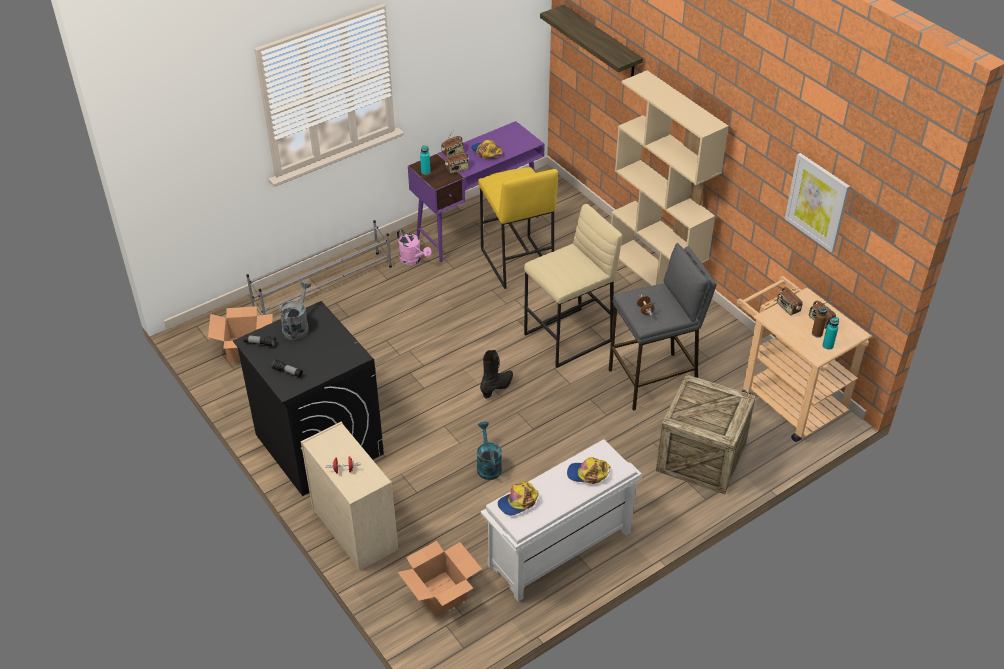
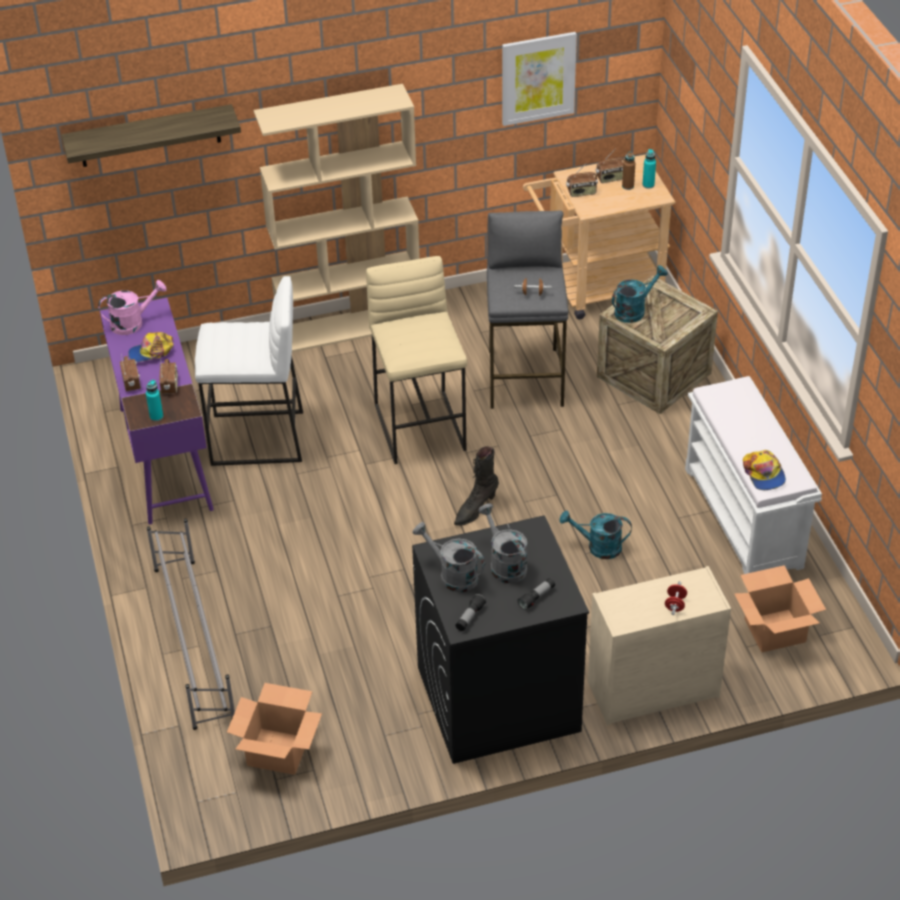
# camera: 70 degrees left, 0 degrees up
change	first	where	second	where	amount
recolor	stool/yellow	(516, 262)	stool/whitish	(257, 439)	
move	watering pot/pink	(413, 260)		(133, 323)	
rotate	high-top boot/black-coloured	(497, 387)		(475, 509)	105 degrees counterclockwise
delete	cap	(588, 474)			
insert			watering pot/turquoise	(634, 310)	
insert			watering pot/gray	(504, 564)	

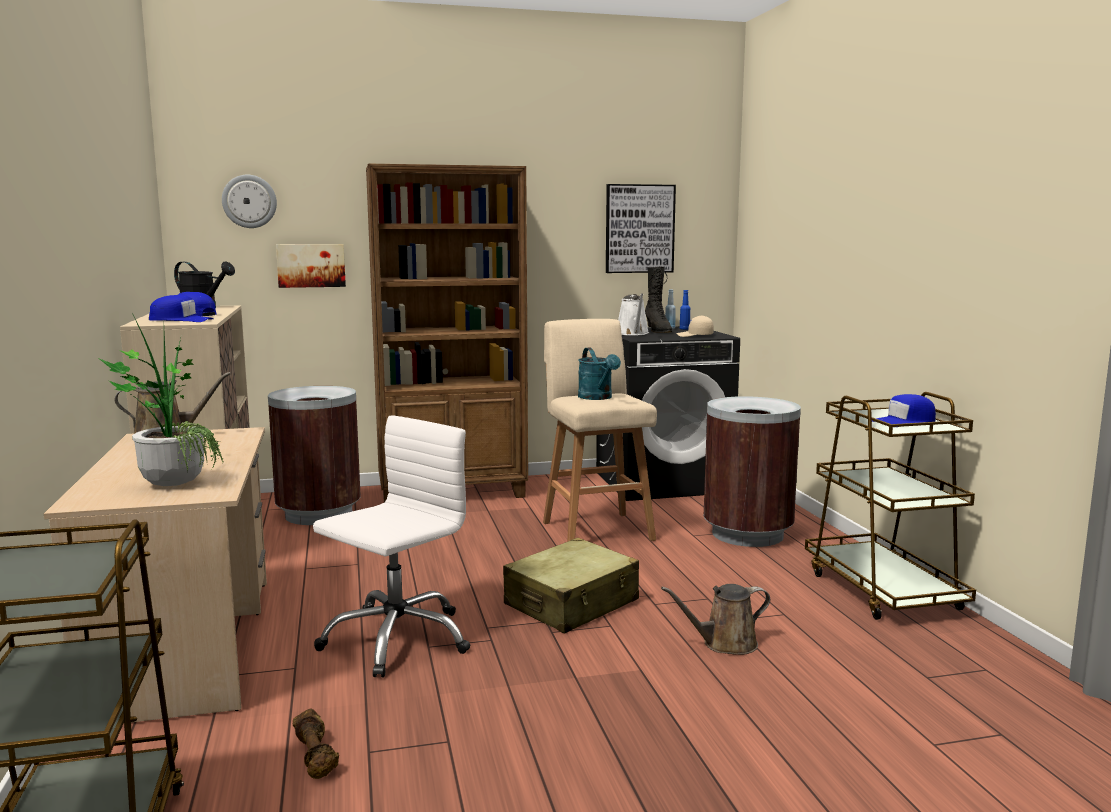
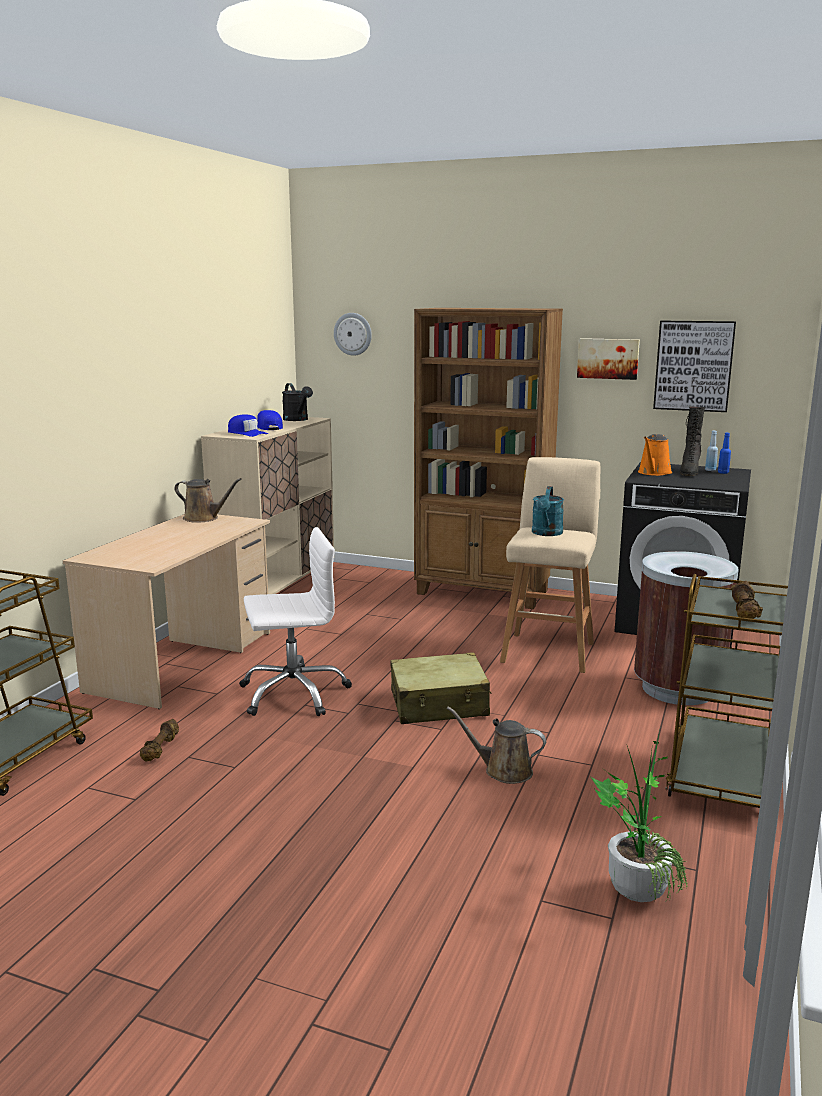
# camera: 35 degrees right, 5 degrees up
change	first	where	second	where	amount
move	wall art	(311, 265)		(608, 358)	
recolor	watering pot/whitish	(633, 334)	watering pot/orangey	(653, 473)	
move	plant in a pot	(171, 481)		(635, 885)	
delete	cap/beige-coloured	(695, 336)			
delete	waste bin/brown-coloured	(319, 514)			
replace	cap/blue-coloured	(904, 422)	dumbbell/brown-coloured	(744, 611)	

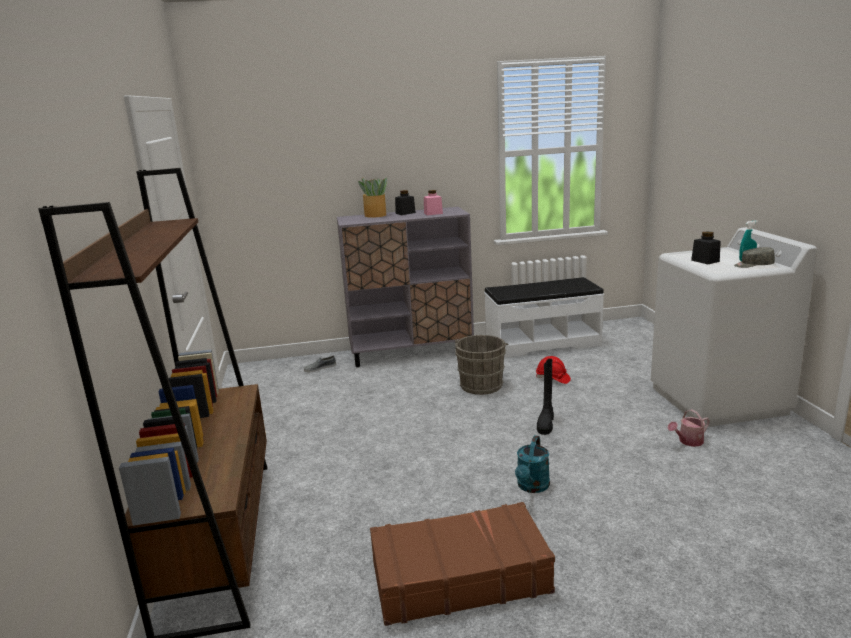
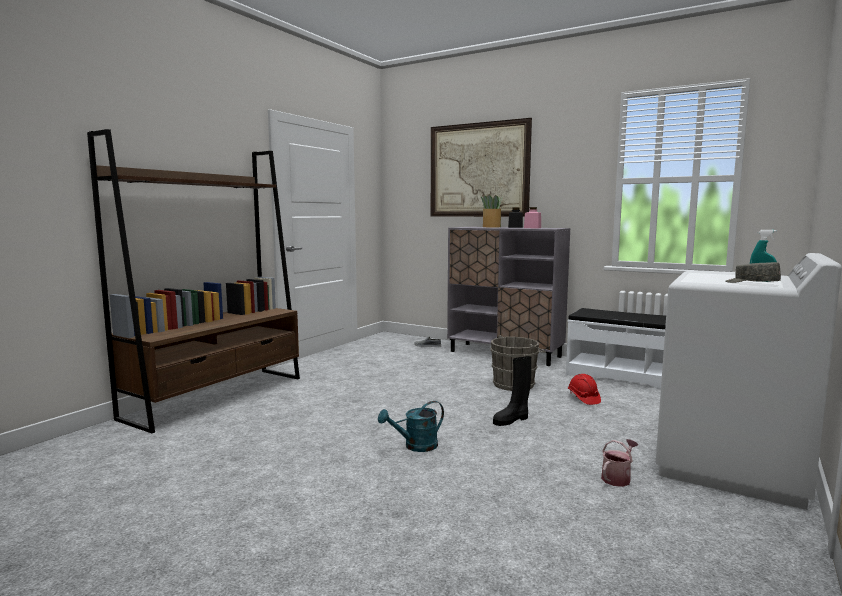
# camera: 40 degrees right, 10 degrees down
change	first	where	second	where	amount
delete	jar/black-coloured	(705, 261)			
rotate	watering pot	(688, 441)		(617, 478)	120 degrees clockwise
delete	piece of luggage/brown-coloured	(459, 576)			
insert			wall art	(478, 170)	

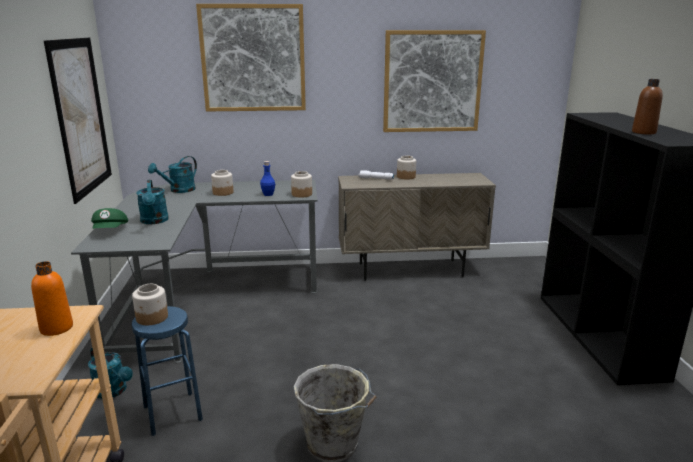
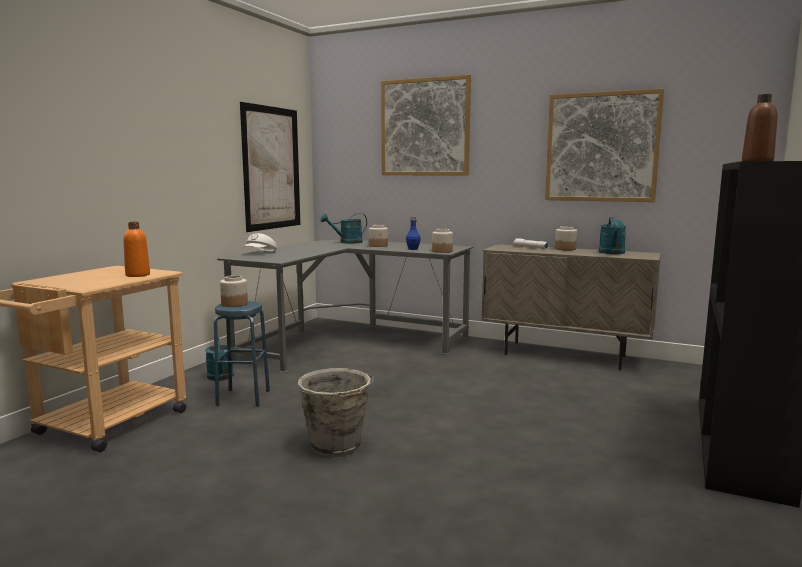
# camera: 30 degrees right, 10 degrees down
change	first	where	second	where	amount
move	watering pot/turquoise	(154, 221)		(612, 253)	
recolor	cap/green-coloured	(111, 230)	cap/whitish	(260, 253)	

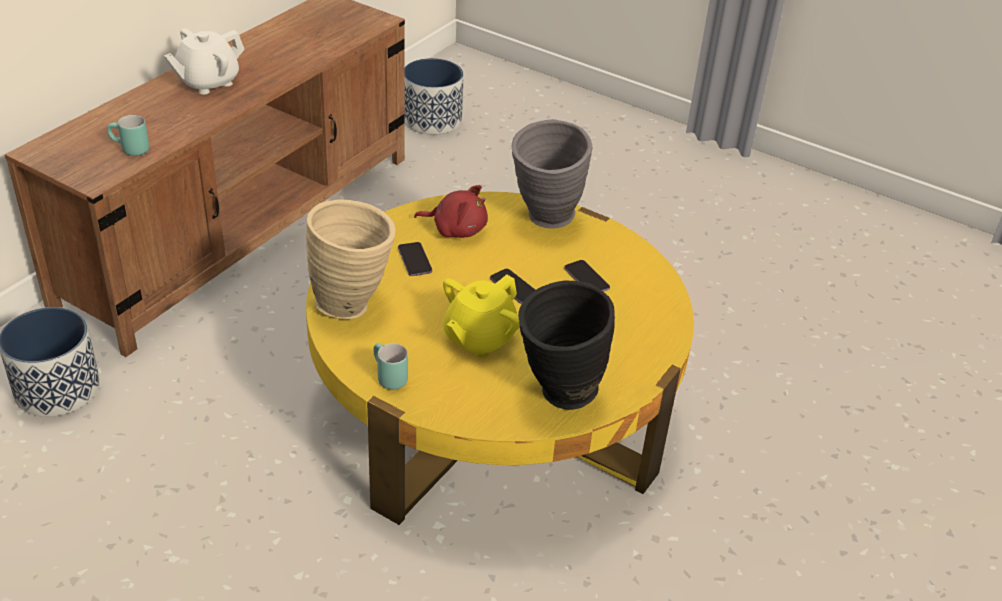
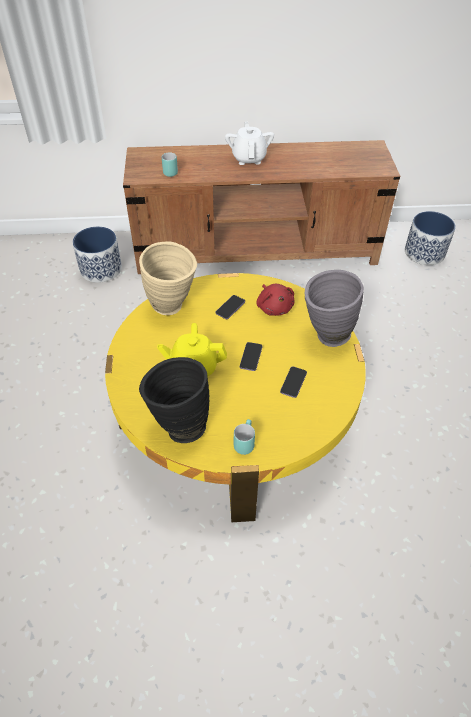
# camera: 55 degrees right, 10 degrees up
change	first	where	second	where	amount
rotate	teapot/whitish	(207, 82)		(249, 158)	75 degrees clockwise
move	coffee mug/turquoise	(387, 378)		(243, 442)	

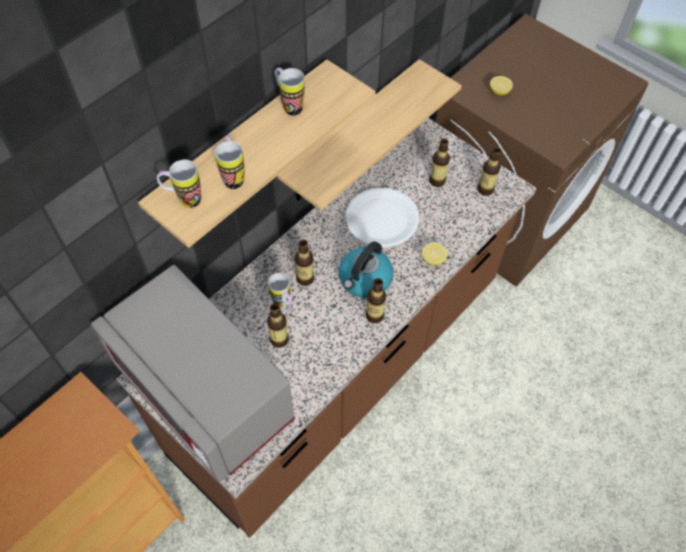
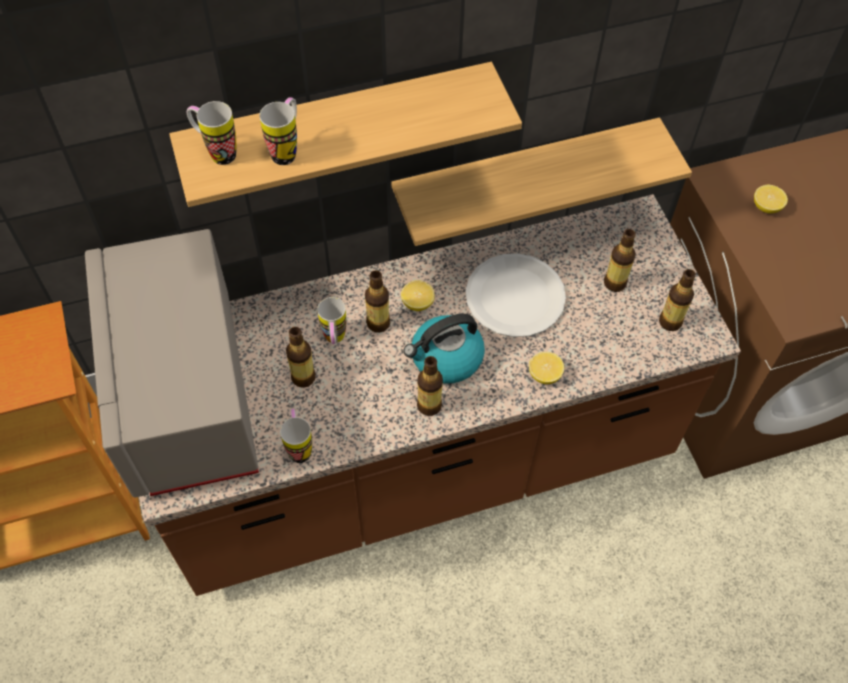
# camera: 30 degrees right, 0 degrees up
change	first	where	second	where	amount
move	coffee mug	(289, 105)		(299, 446)	
insert			lemon	(417, 303)	

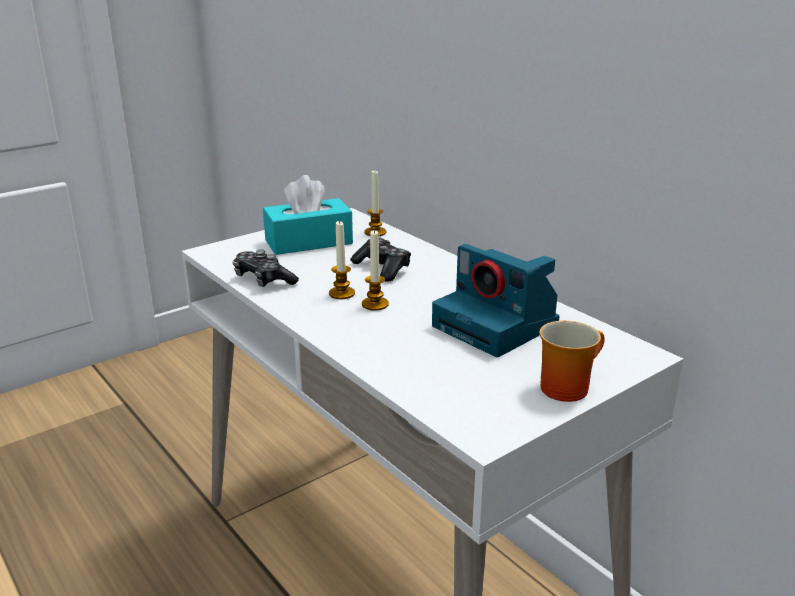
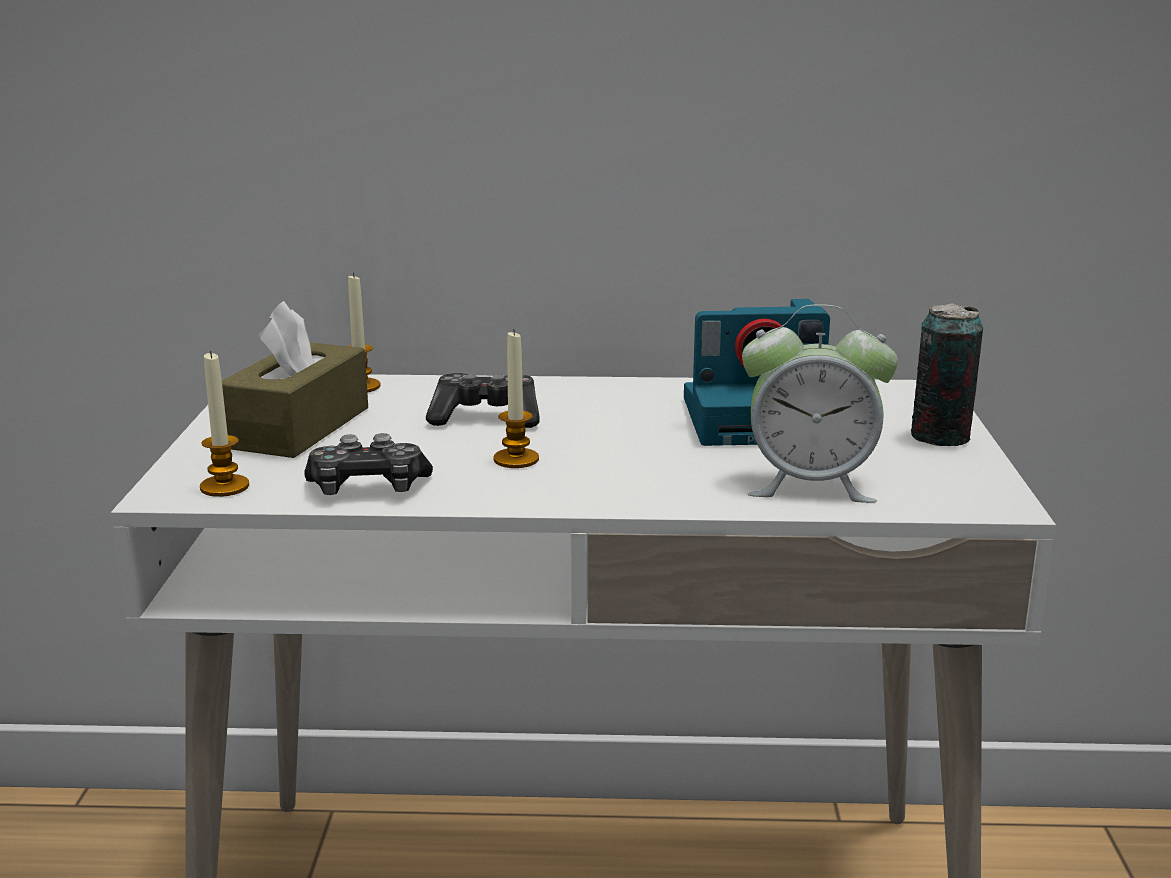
# camera: 50 degrees left, 5 degrees down
change	first	where	second	where	amount
recolor	tissue holder/turquoise	(308, 242)	tissue holder/brown-coloured	(298, 427)	
move	wax candle	(375, 304)		(224, 487)	
replace	coffee mug	(565, 385)	metal can	(940, 437)	
insert			bedside clock	(811, 485)	

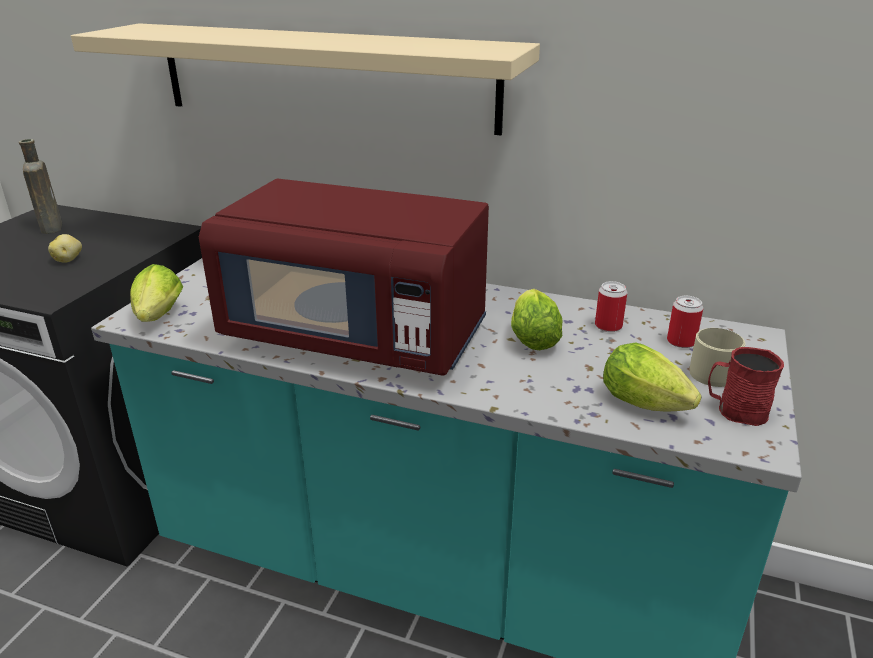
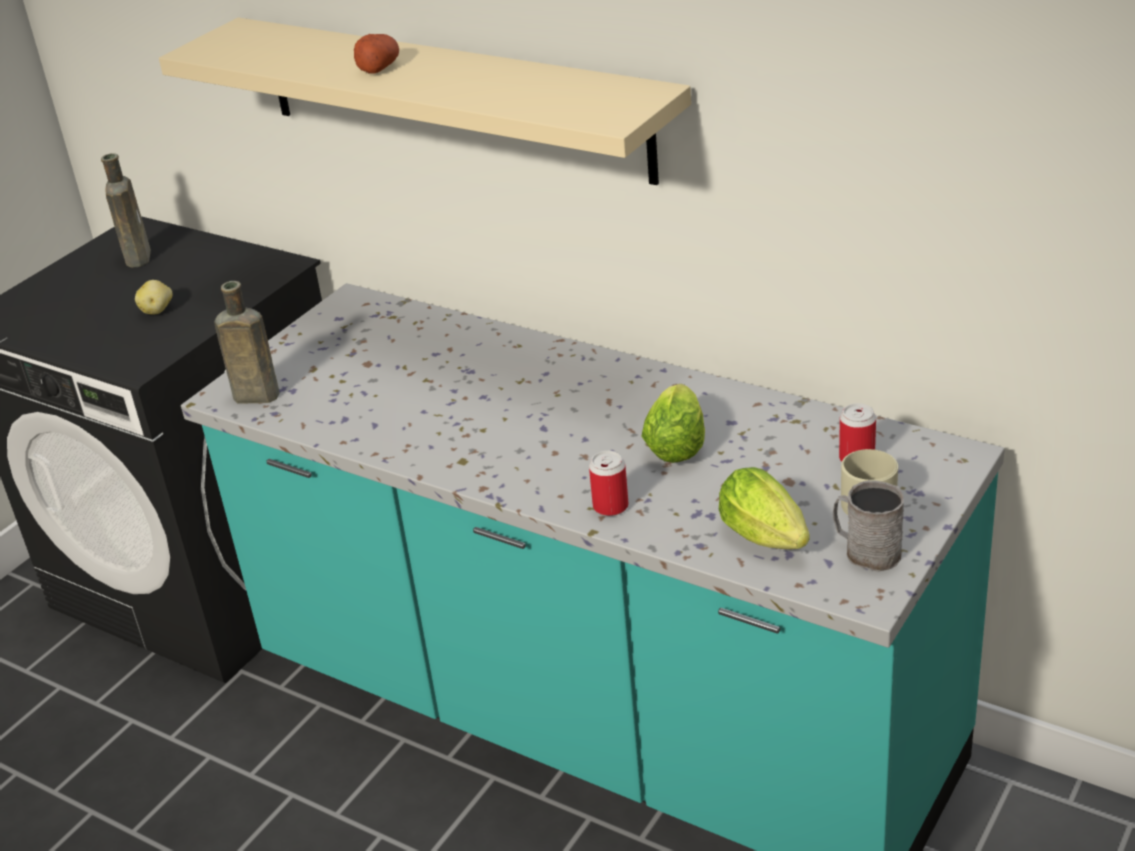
# camera: 15 degrees right, 5 degrees up
change	first	where	second	where	amount
delete	microwave oven/red-coloured	(357, 336)			
replace	head of lettuce	(158, 318)	bottle/brown-coloured	(253, 396)	
move	metal can	(608, 326)		(610, 506)	
recolor	coffee mug/red-coloured	(735, 410)	coffee mug/gray	(866, 551)	
insert			whole potato	(378, 67)	

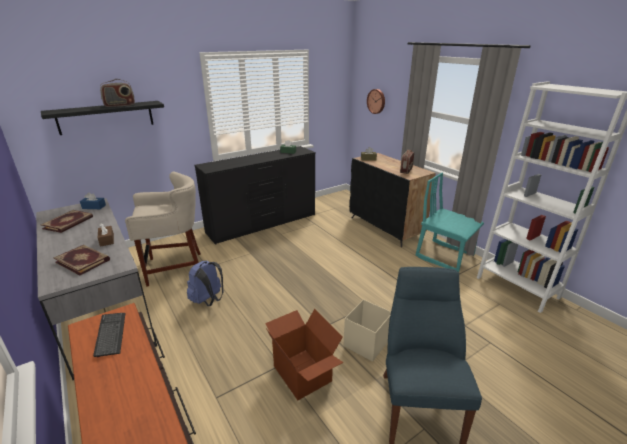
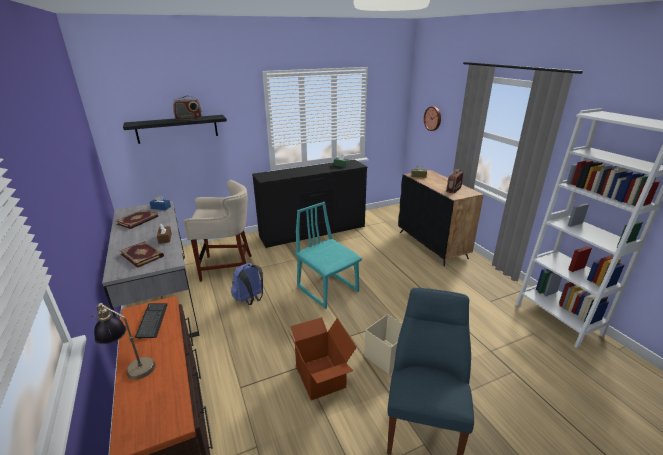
# camera: 10 degrees right, 0 degrees up
change	first	where	second	where	amount
move	upright chair/turquoise	(445, 256)		(328, 289)	
insert			table lamp	(131, 366)	

